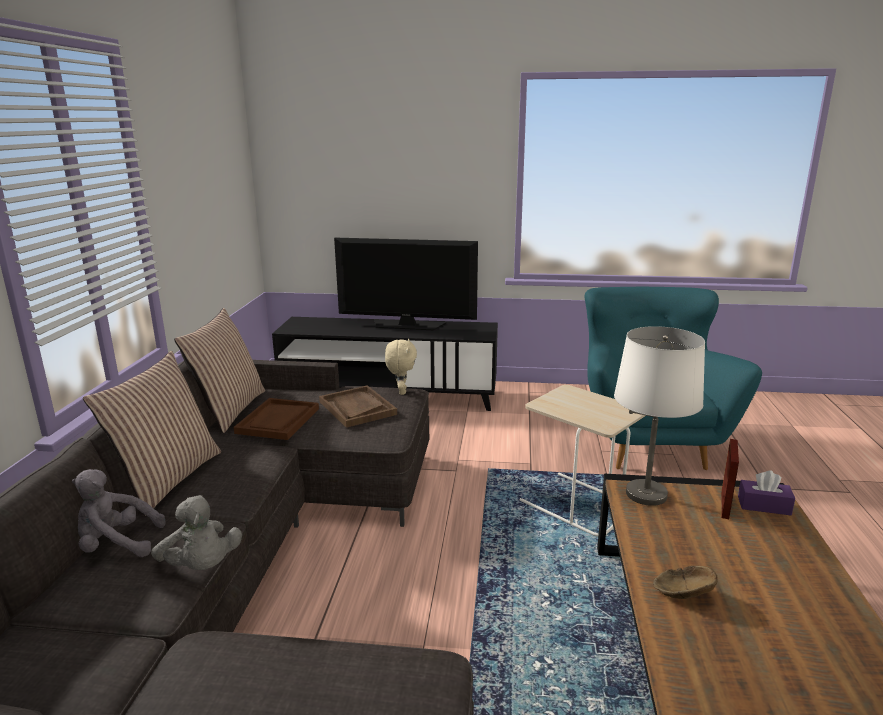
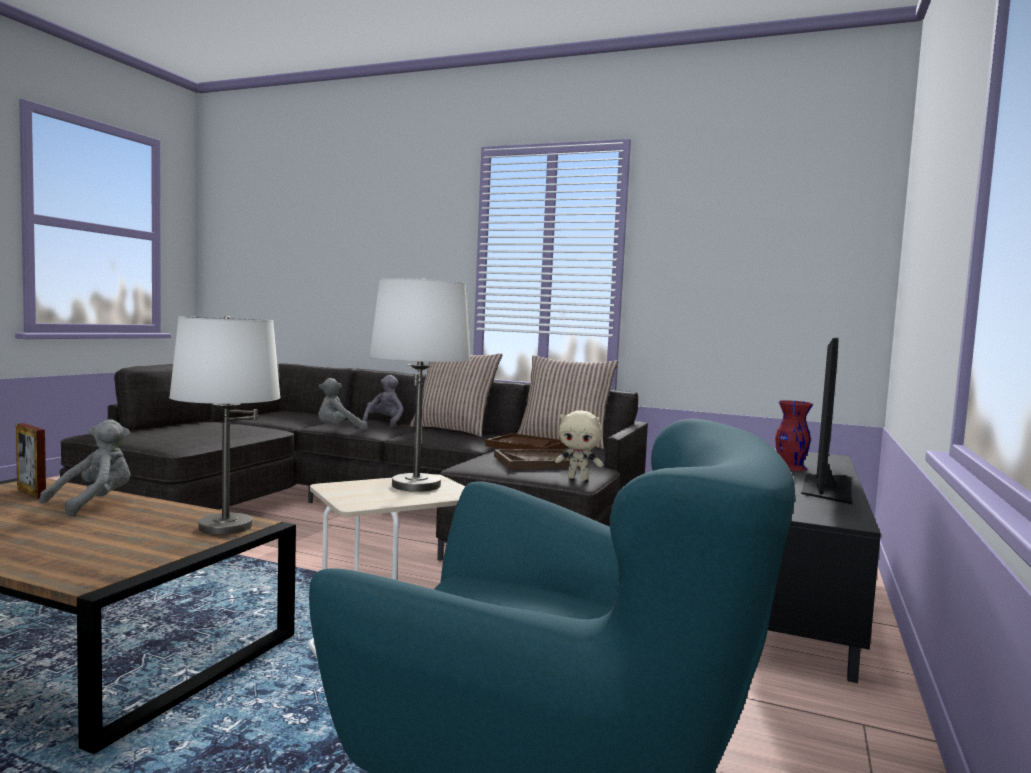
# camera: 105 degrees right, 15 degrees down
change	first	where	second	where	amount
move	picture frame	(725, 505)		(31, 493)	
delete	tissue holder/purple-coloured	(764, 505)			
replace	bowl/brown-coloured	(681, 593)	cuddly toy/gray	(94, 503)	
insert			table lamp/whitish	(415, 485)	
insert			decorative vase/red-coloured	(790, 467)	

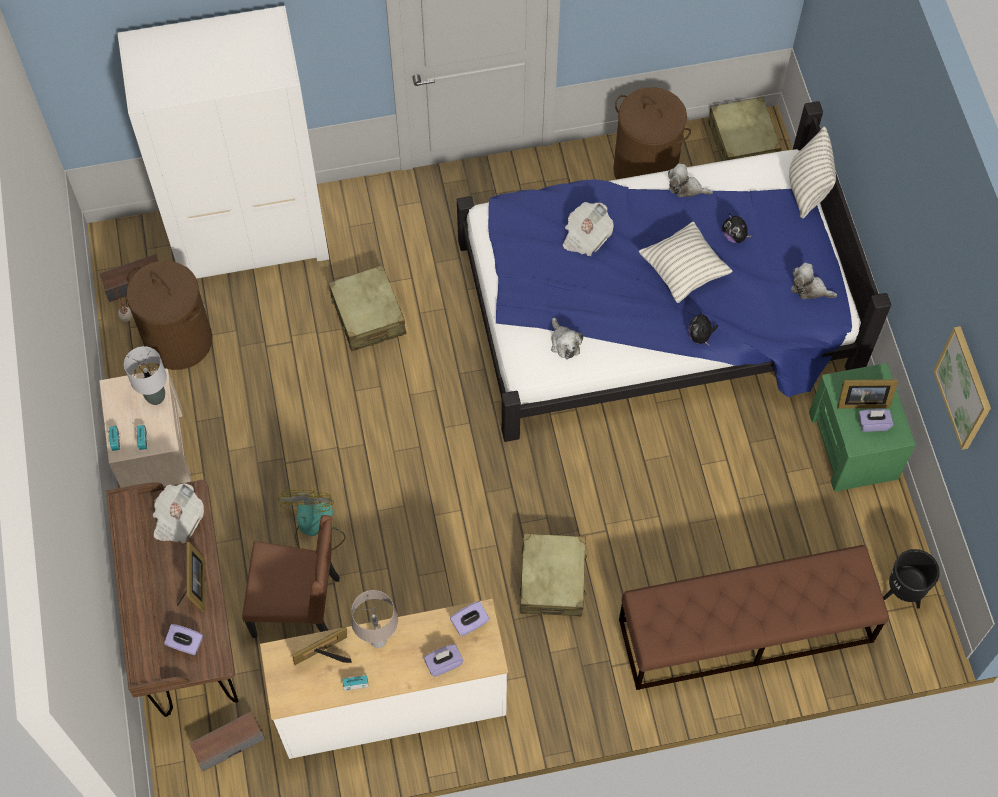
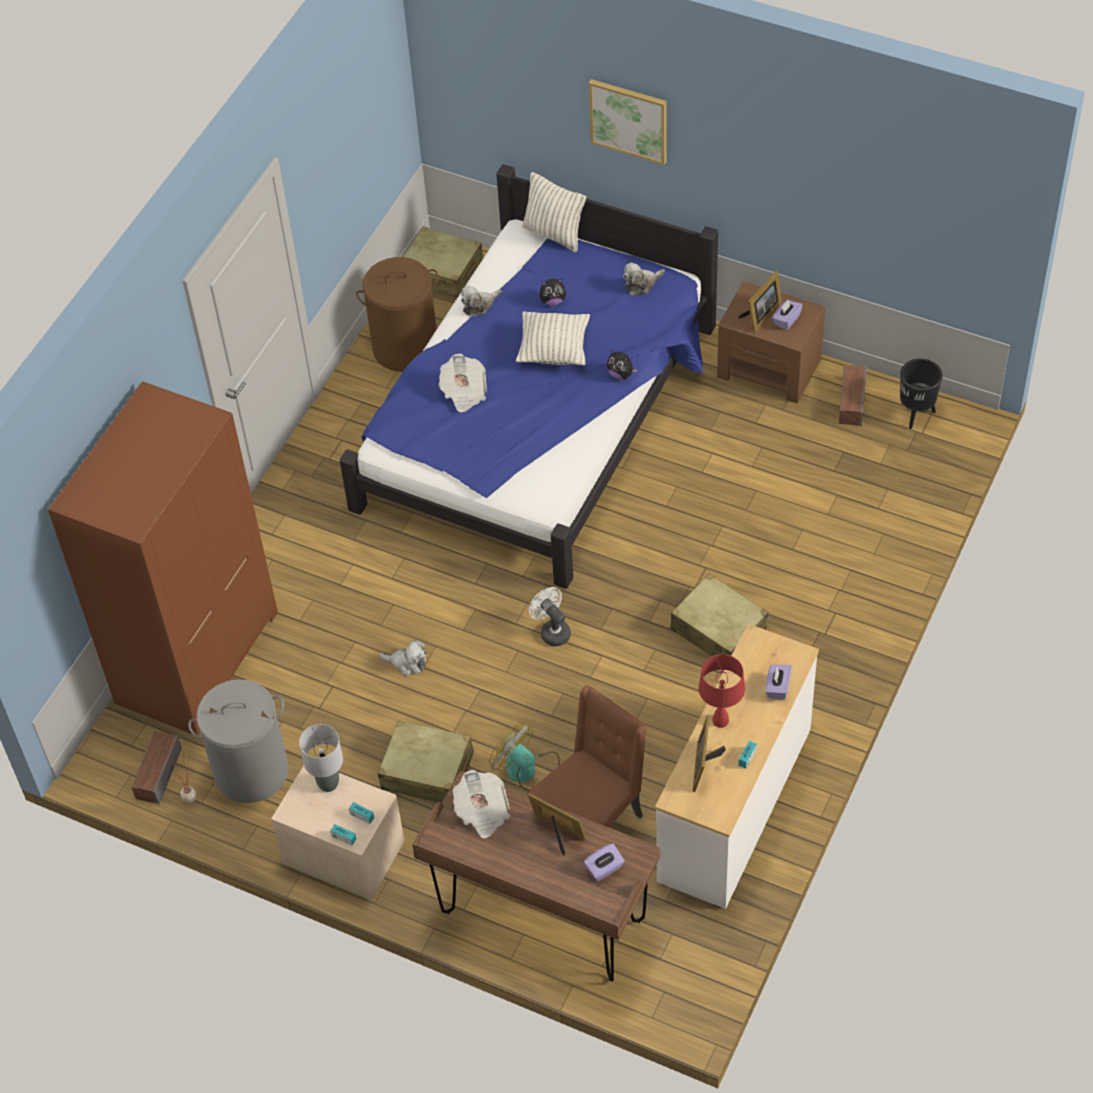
# camera: 50 degrees left, 10 degrees down
change	first	where	second	where	amount
recolor	armoire/whitish	(251, 235)	armoire/brown-coloured	(196, 656)	
recolor	laundry basket/brown-coloured	(179, 340)	laundry basket/gray	(251, 771)	
move	piece of luggage/beige-coloured	(368, 316)		(427, 771)	
move	cuddly toy	(564, 343)		(407, 663)	
move	wall art	(964, 388)		(629, 120)	
recolor	nightstand/green-coloured	(853, 445)	nightstand/brown-coloured	(769, 368)	
delete	long seat/brown-coloured	(745, 631)			
recolor	table lamp/beige-coloured	(378, 640)	table lamp/red-coloured	(720, 721)	
delete	tissue holder/purple-coloured	(470, 623)			
move	audio speaker	(228, 744)		(851, 401)	
insert			electric fan/whitish	(552, 631)	

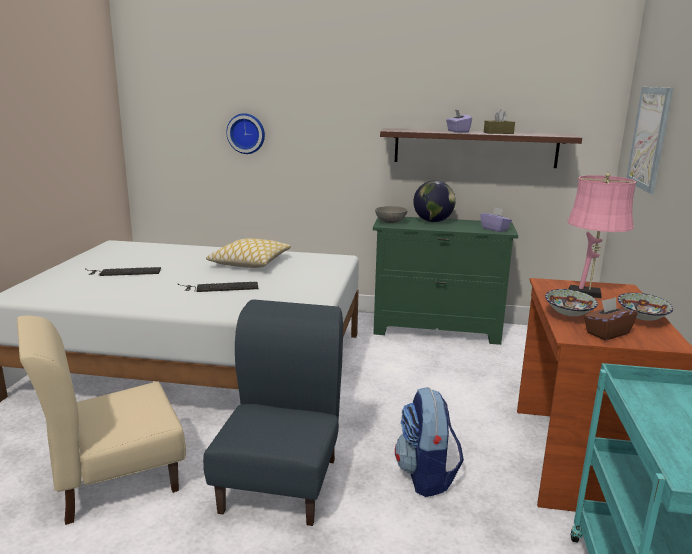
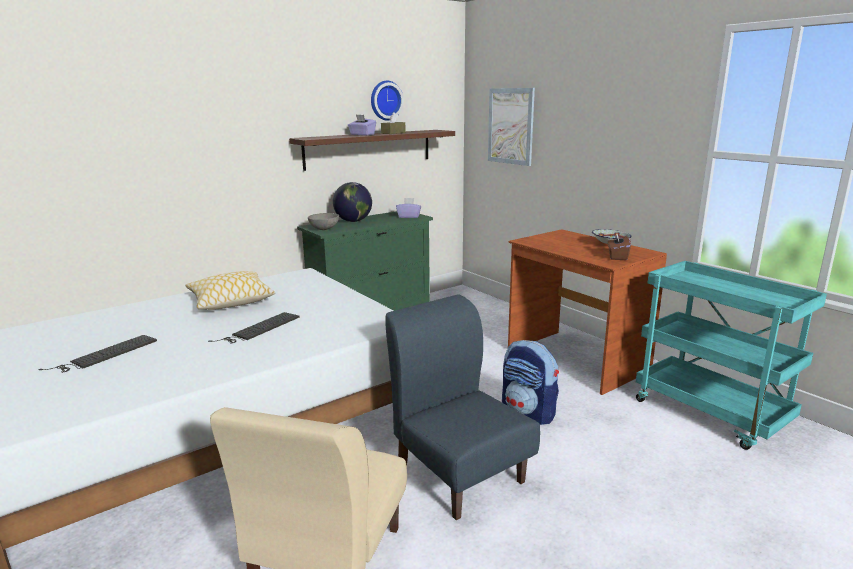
# camera: 45 degrees left, 0 degrees up
change	first	where	second	where	amount
move	wall clock	(246, 133)		(385, 100)	
delete	table lamp/pink	(588, 294)			
delete	bowl	(568, 315)			

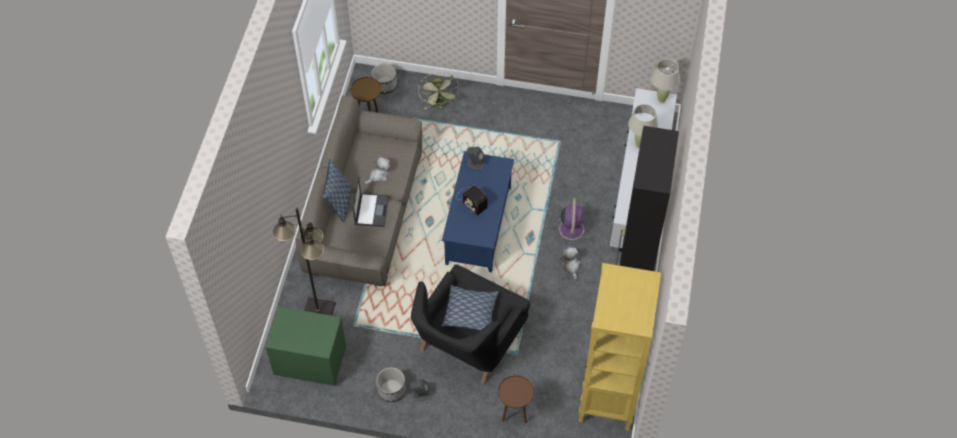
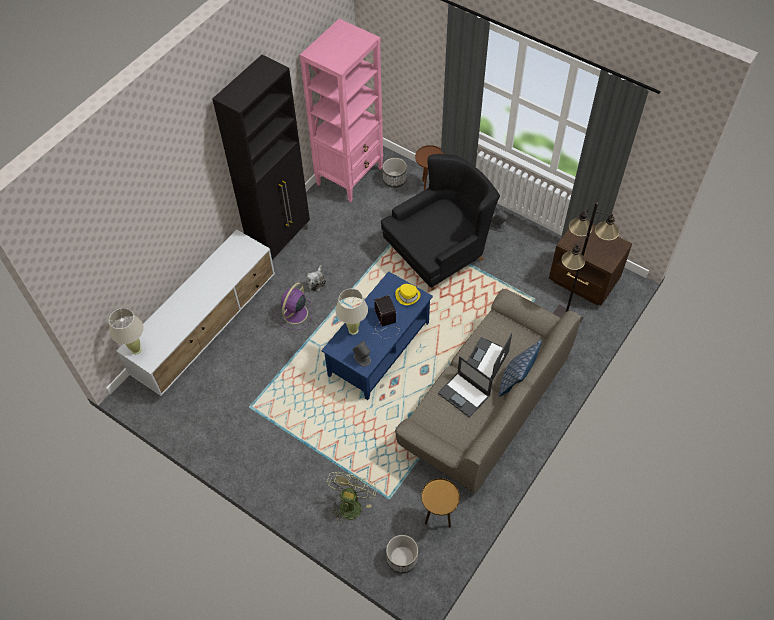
# camera: 155 degrees left, 0 degrees up
change	first	where	second	where	amount
move	table lamp/beige-coloured	(639, 145)		(353, 330)	
replace	cuddly toy	(379, 175)	portable computer	(464, 395)	
recolor	bookcase/yellow	(608, 398)	bookcase/pink	(350, 176)	
delete	cushion	(470, 312)			
recolor	nightstand/green-coloured	(310, 362)	nightstand/brown-coloured	(584, 282)	
move	planter	(391, 390)		(394, 179)	
insert			hat/yellow	(407, 296)	

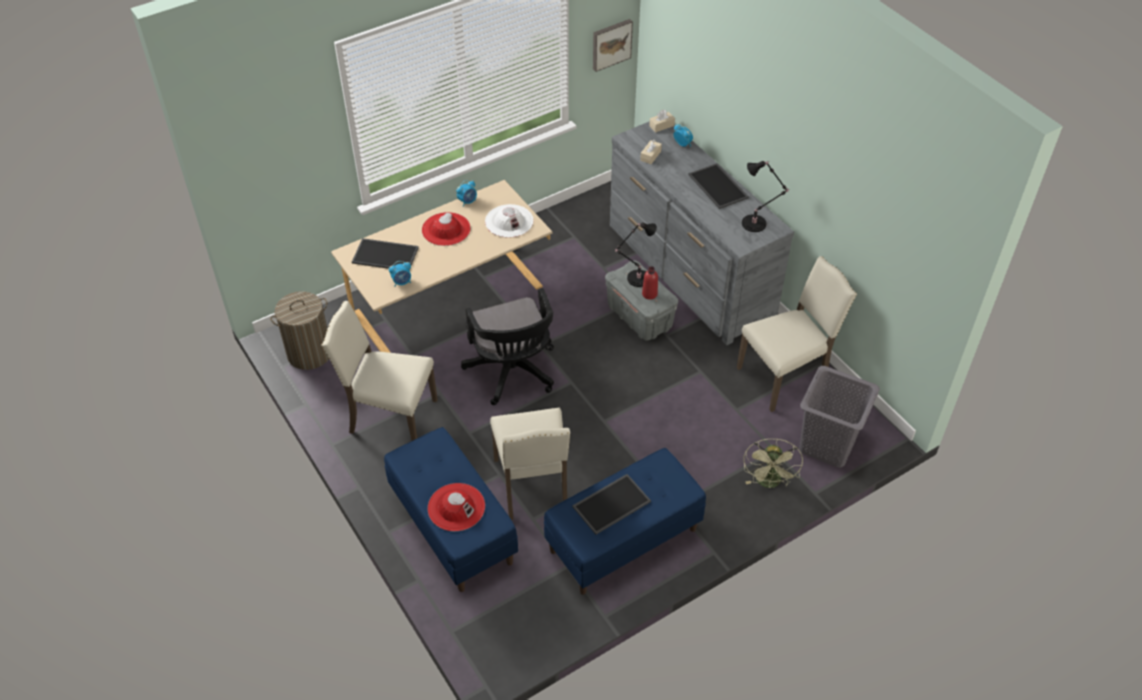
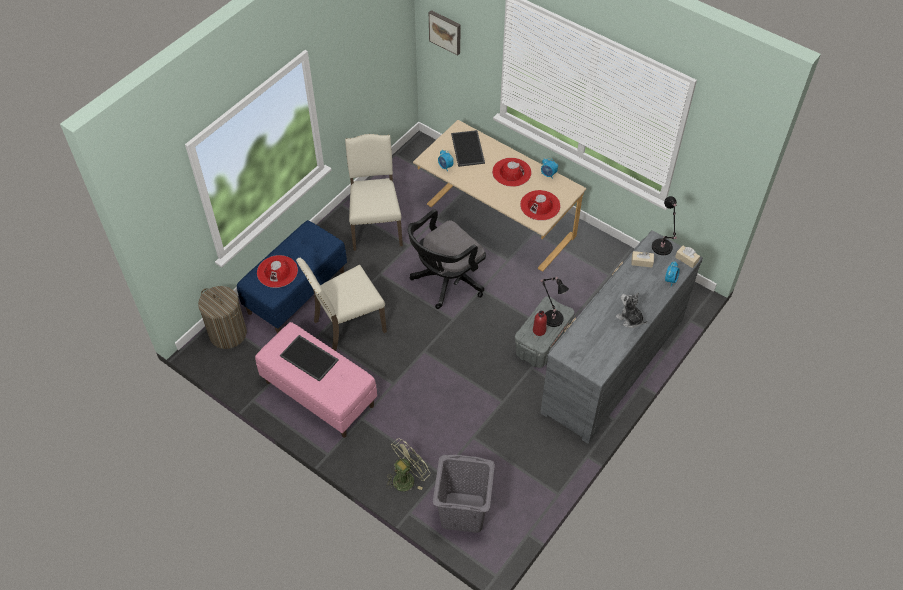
# camera: 70 degrees right, 5 degrees up
change	first	where	second	where	amount
move	wall art	(611, 44)		(445, 31)	
move	table lamp/black-coloured	(756, 224)		(662, 248)	
replace	carrying tray	(719, 186)	cuddly toy	(630, 319)	
recolor	hat/whitish	(509, 221)	hat/red-coloured	(540, 205)	
delete	upright chair/beige-coloured	(785, 376)			
move	laundry basket	(309, 353)		(228, 333)	
rotate	electric fan/green-coloured	(769, 483)		(407, 477)	150 degrees clockwise
recolor	long seat/blue-coloured	(623, 541)	long seat/pink	(318, 394)	

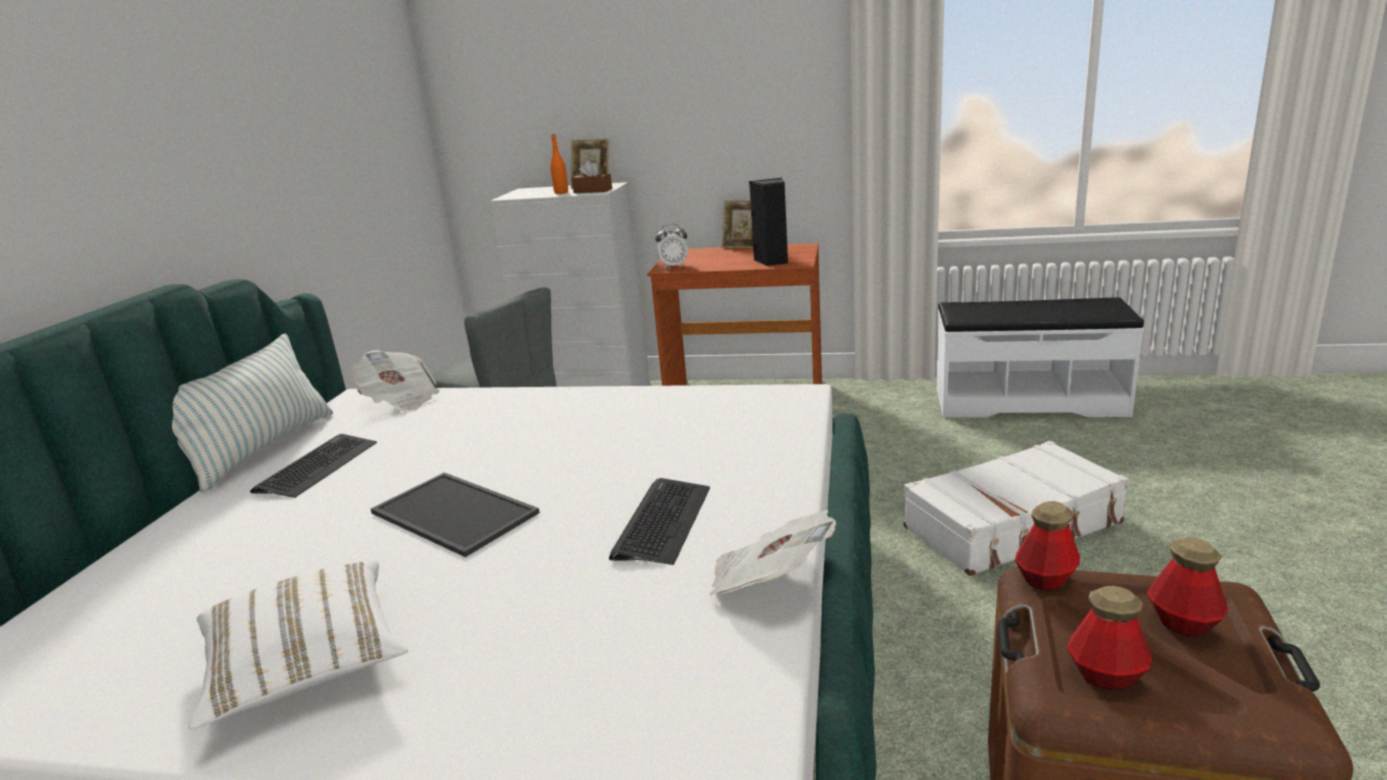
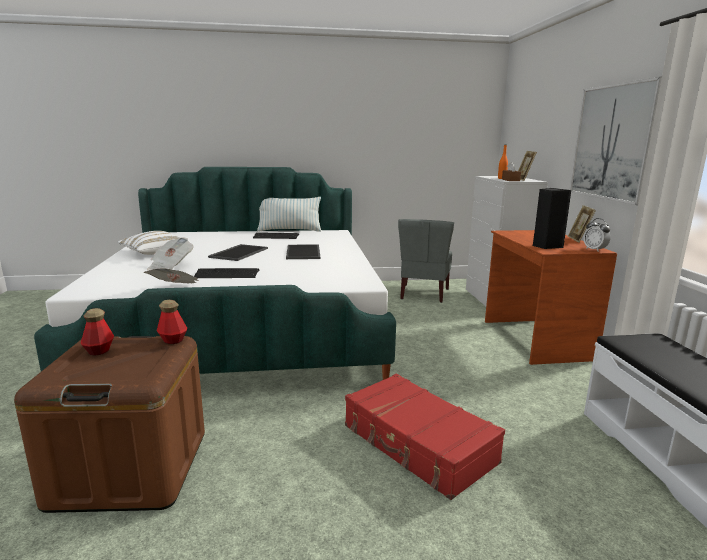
# camera: 70 degrees right, 5 degrees down
change	first	where	second	where	amount
move	bedside clock	(673, 266)		(594, 250)	
move	daily paper	(400, 400)		(170, 266)	
recolor	piece of luggage/whitish	(1013, 526)	piece of luggage/red-coloured	(418, 445)	
delete	bottle	(1182, 623)			
insert			wall art	(612, 142)	
insert			carrying tray	(304, 252)	

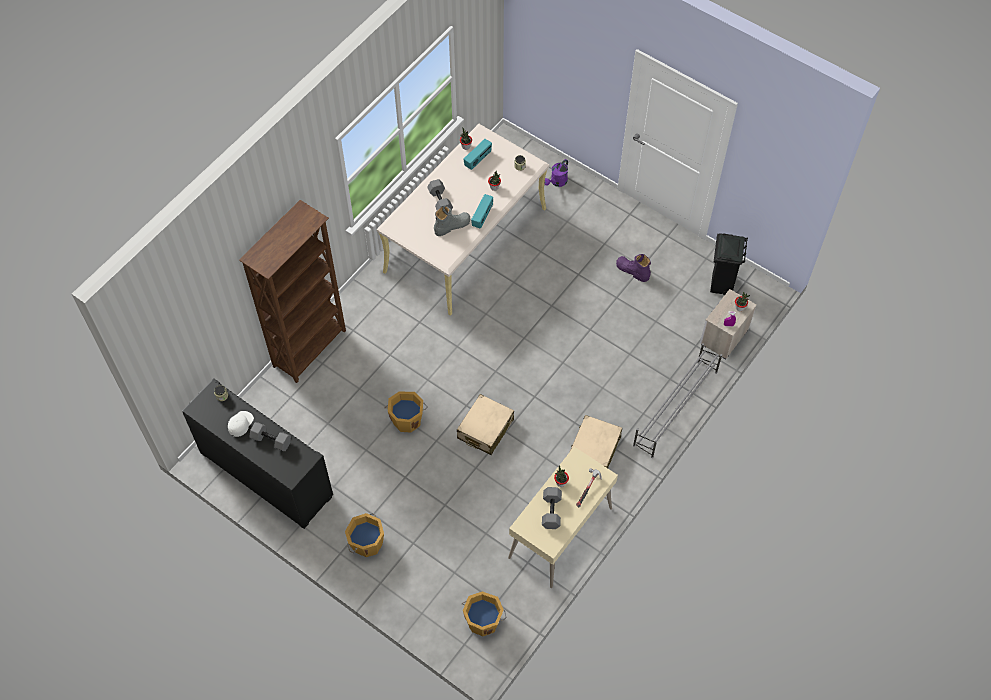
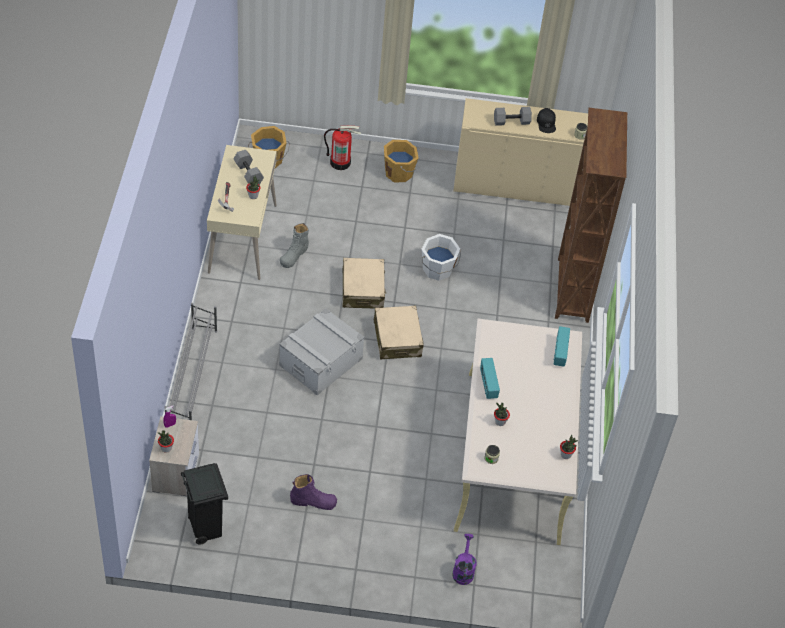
# camera: 145 degrees right, 10 degrees down
change	first	where	second	where	amount
move	radio	(478, 160)		(559, 353)	
delete	dumbbell/gray	(440, 201)			
move	high-top boot/gray	(452, 226)		(294, 255)	
recolor	cupboard/black-coloured	(266, 474)	cupboard/beige-coloured	(520, 186)	
recolor	pail/orangey	(407, 419)	pail/whitish	(438, 270)	
recolor	cap/whitish	(240, 423)	cap/black-coloured	(546, 123)	
move	piece of luggage/beige-coloured	(594, 449)		(397, 339)	
insert			fire extinguisher	(340, 162)	
insert			storage box/gray	(321, 362)	

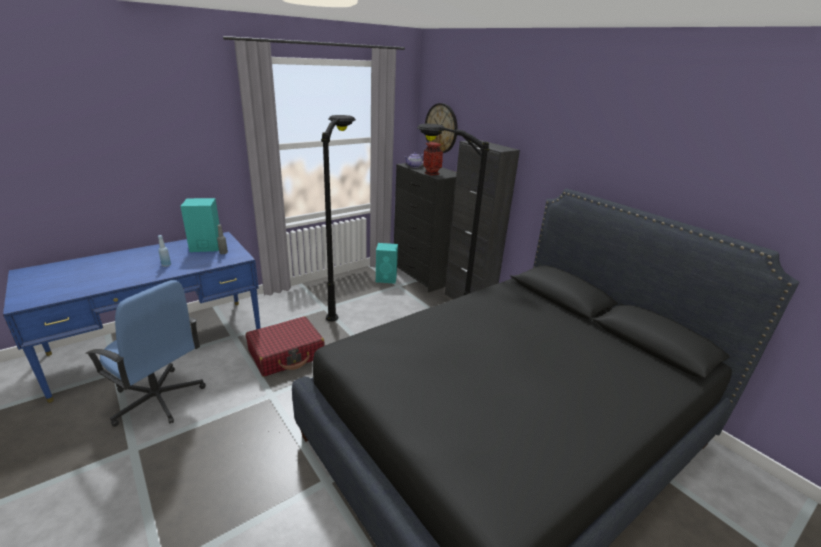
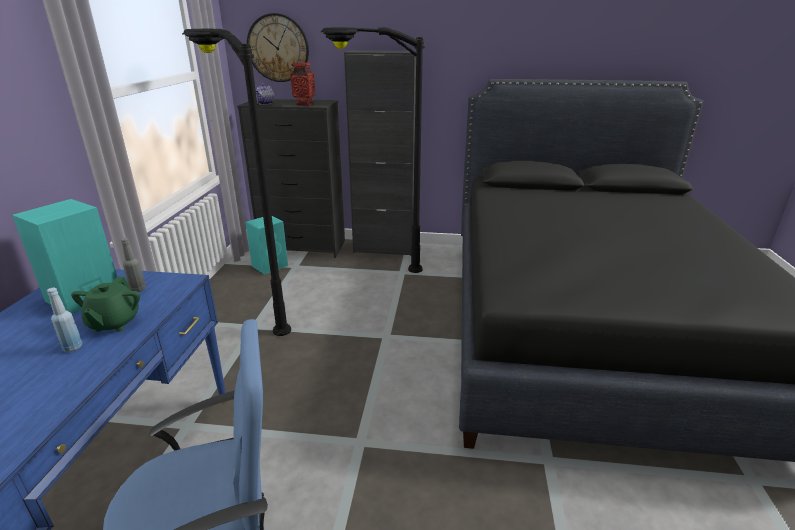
# camera: 45 degrees left, 0 degrees up
change	first	where	second	where	amount
delete	piece of luggage/red-coloured	(287, 354)			
insert			teapot/green-coloured	(114, 323)	

